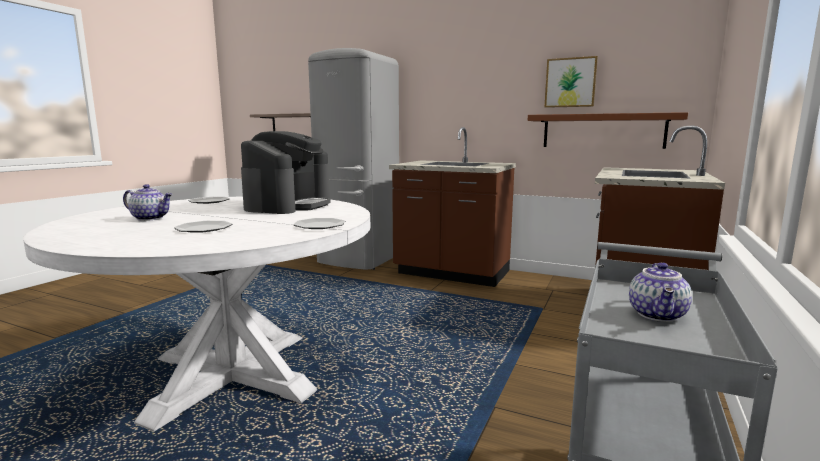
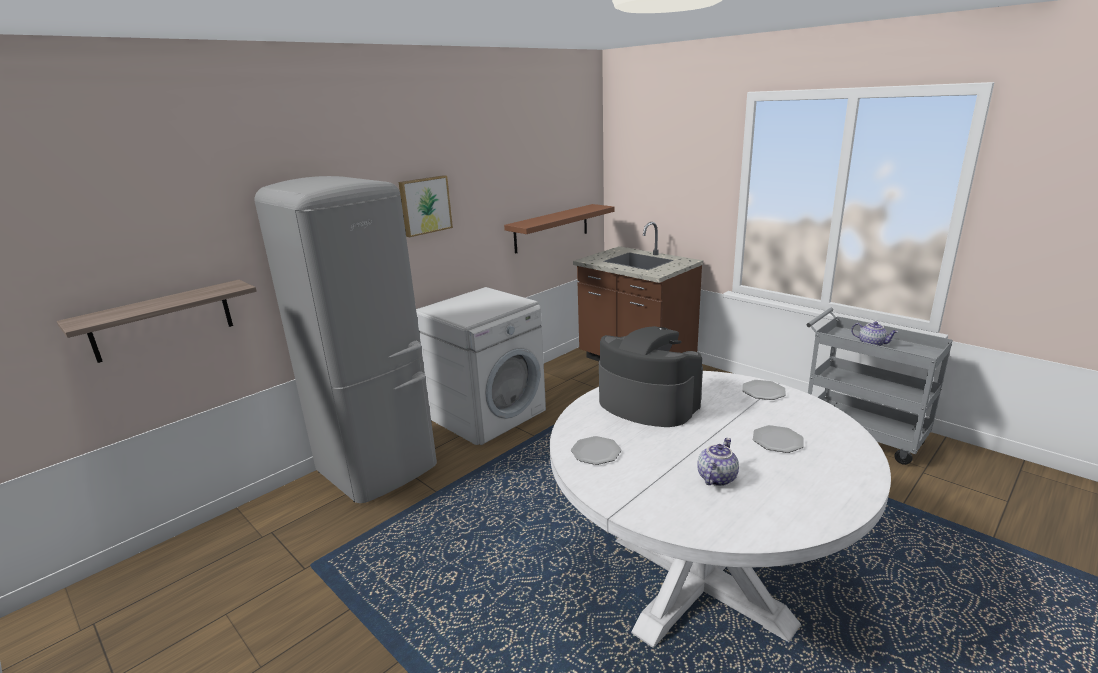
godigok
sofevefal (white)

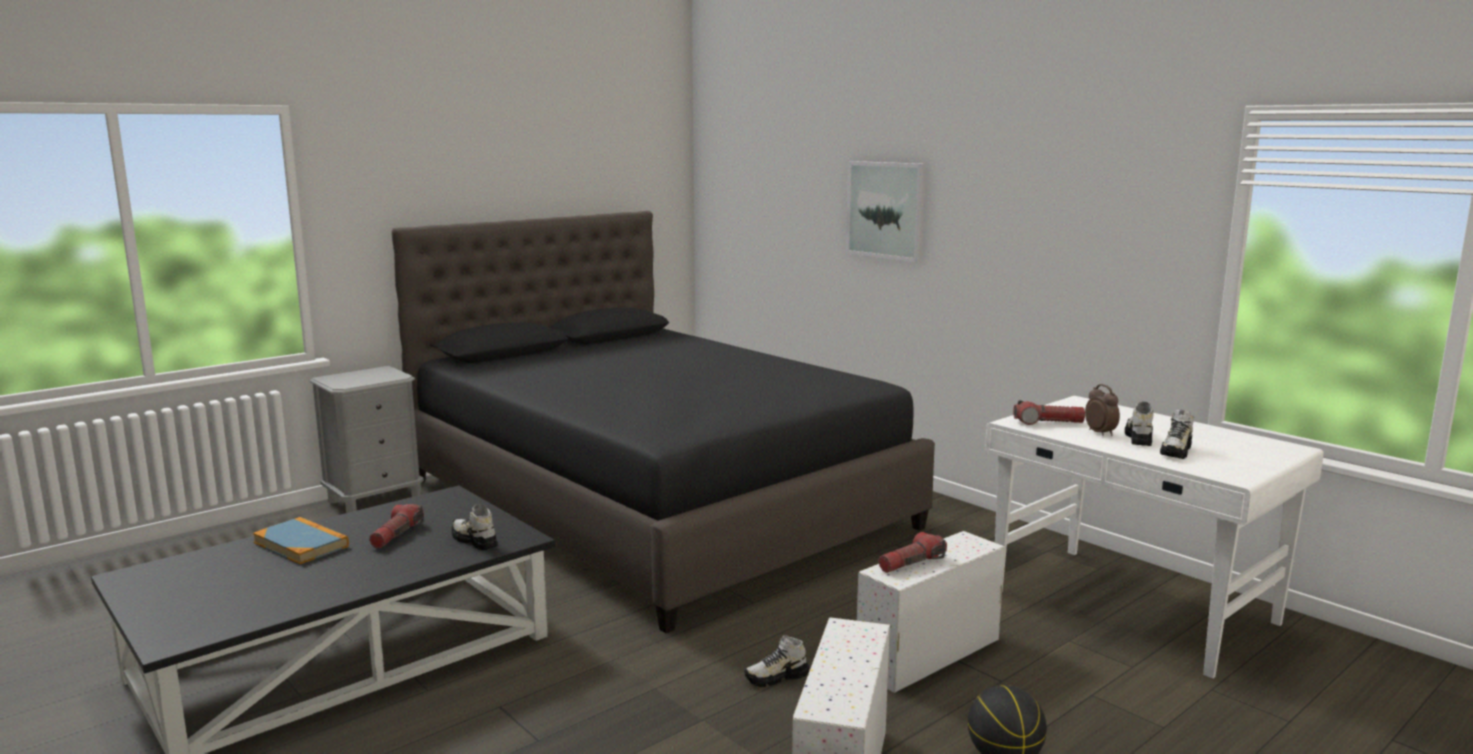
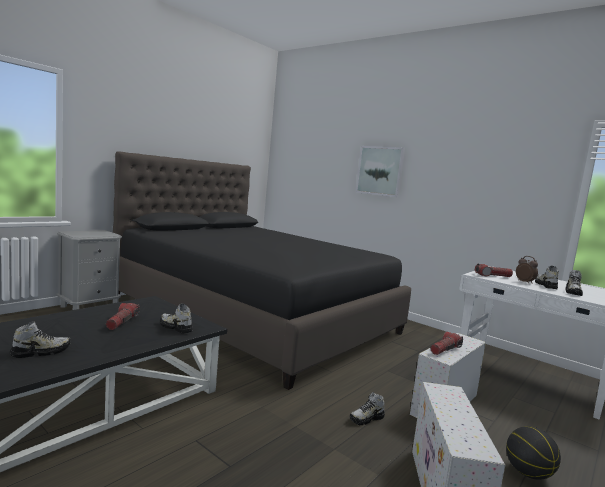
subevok
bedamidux (no. 1 from left)

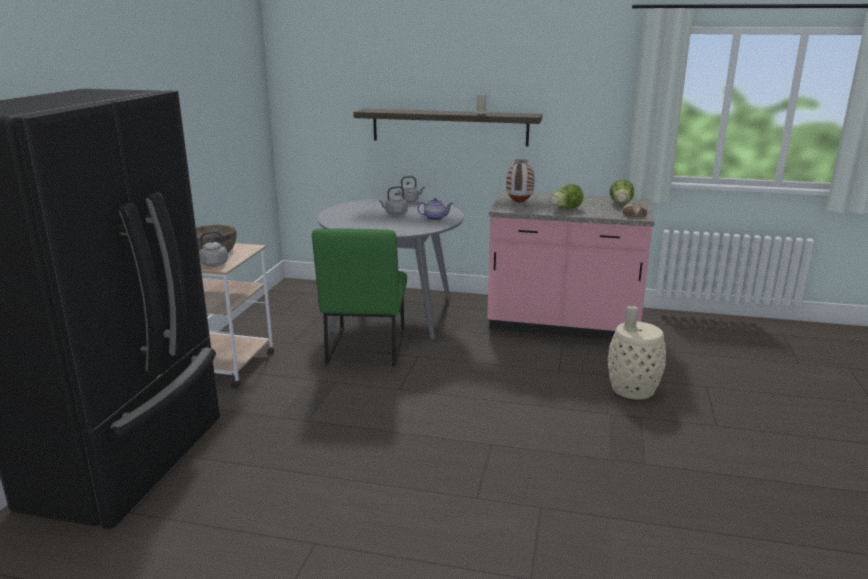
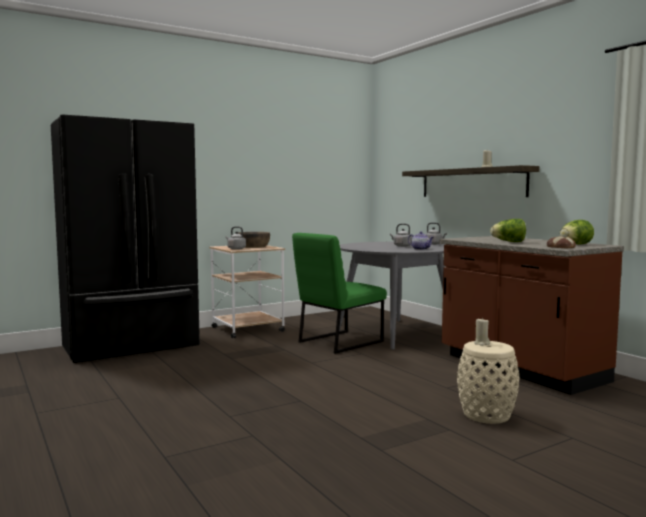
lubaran
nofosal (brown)

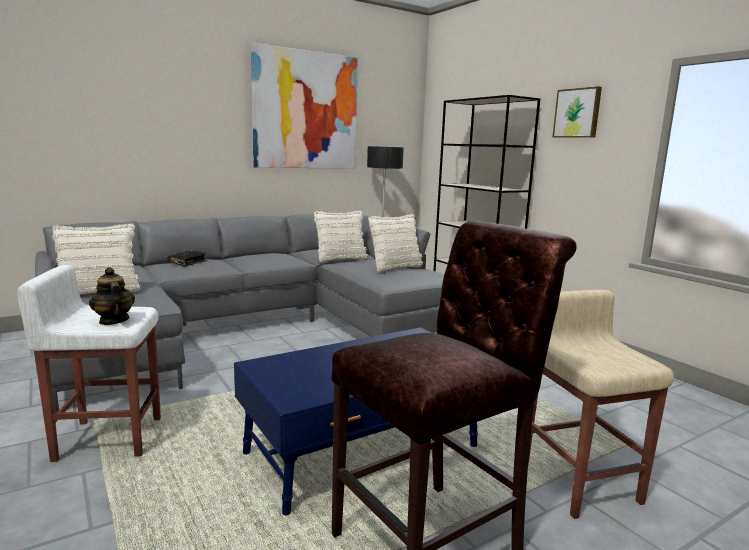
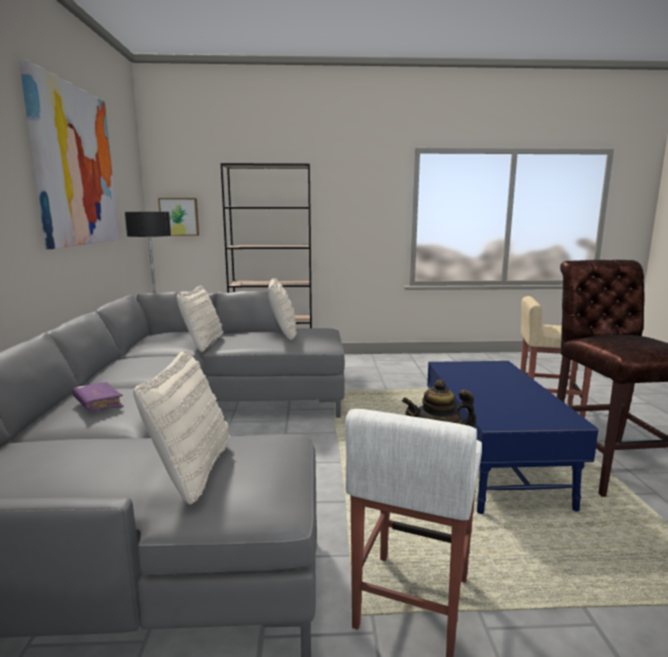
godigok (no. 2 from left)
subevok (purple)

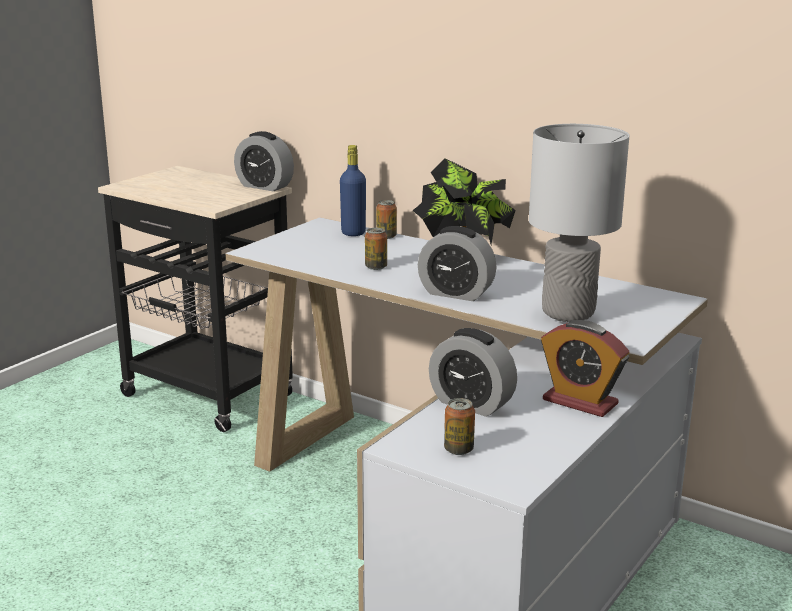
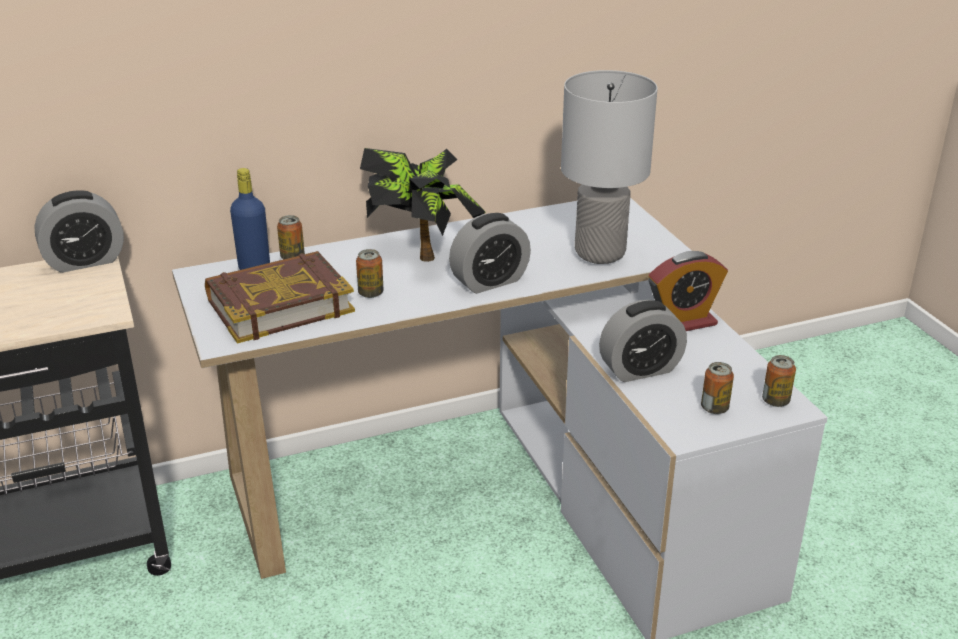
subevok
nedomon (no. 4 from left)

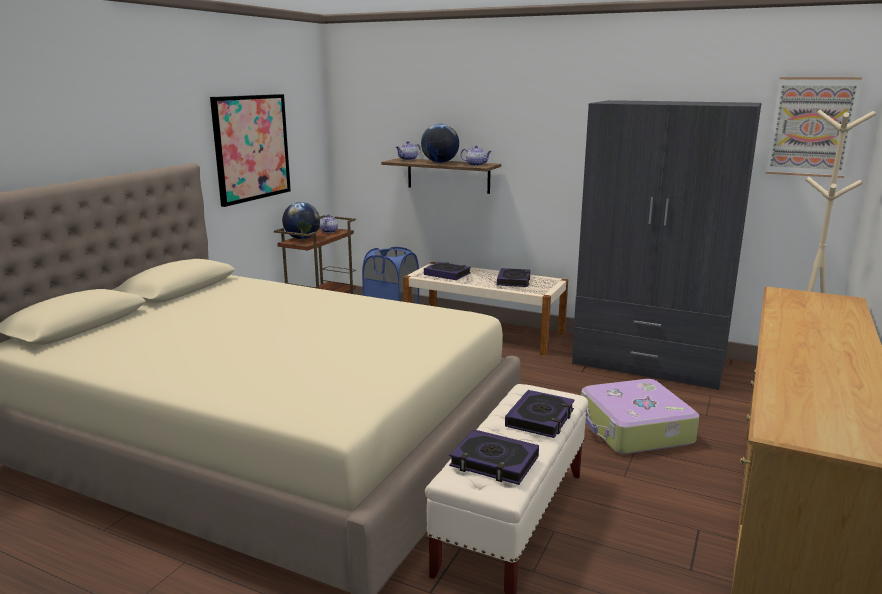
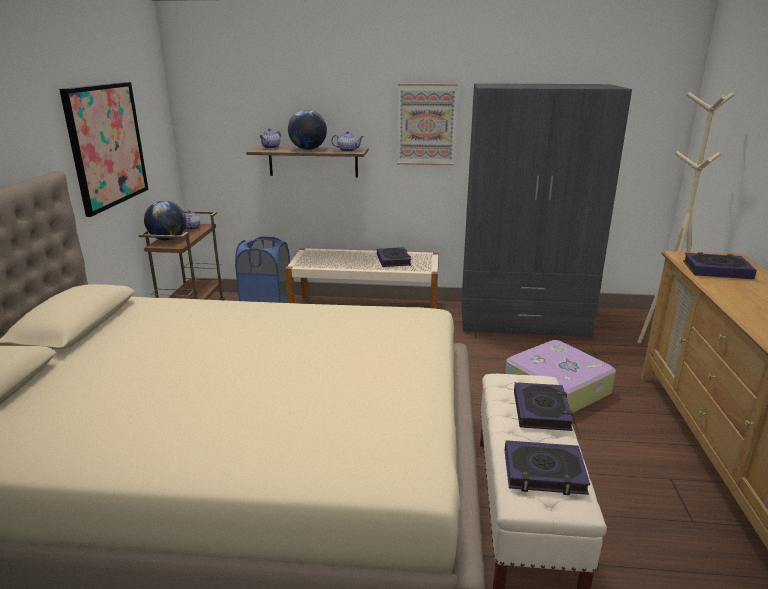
godigok (no. 2 from left)
subevok (no. 4 from left)

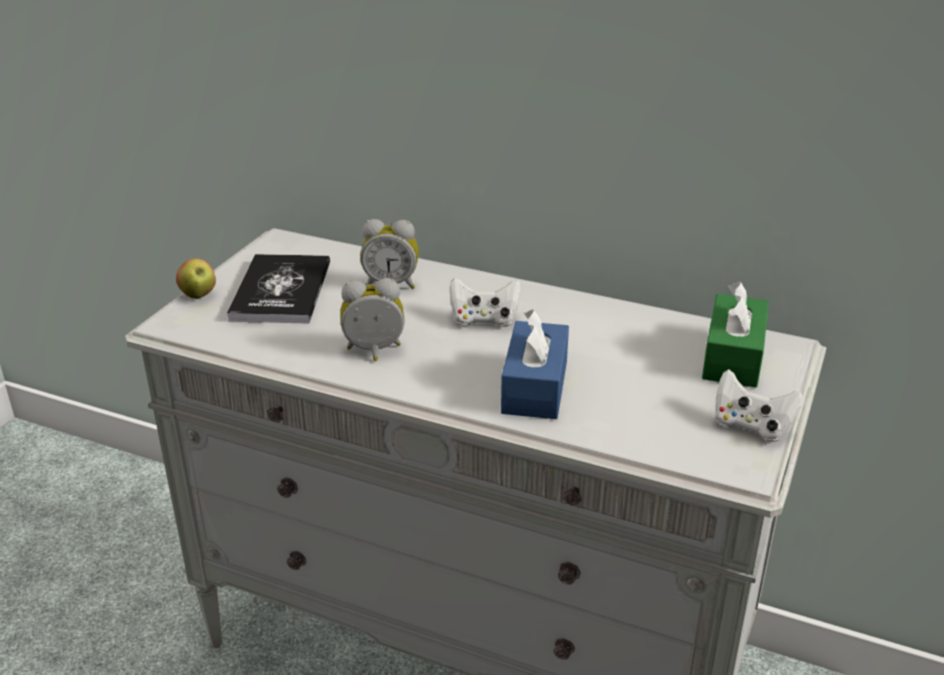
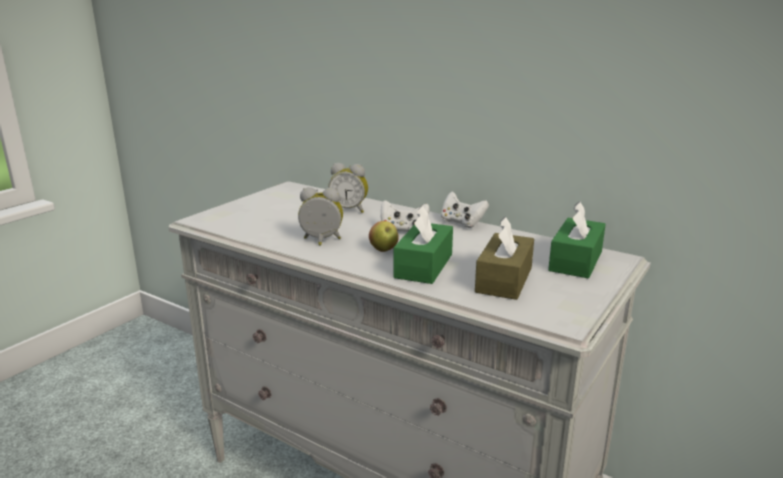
subevok
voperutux
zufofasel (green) (no. 1 from left)
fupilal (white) (no. 2 from left)
zufofasel (brown)

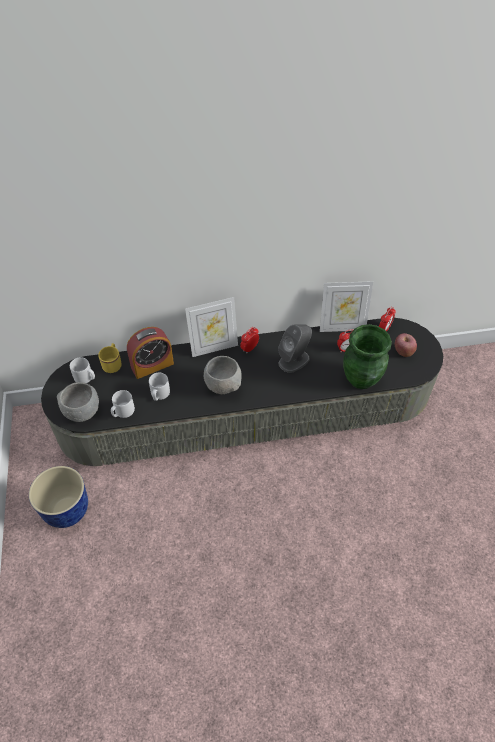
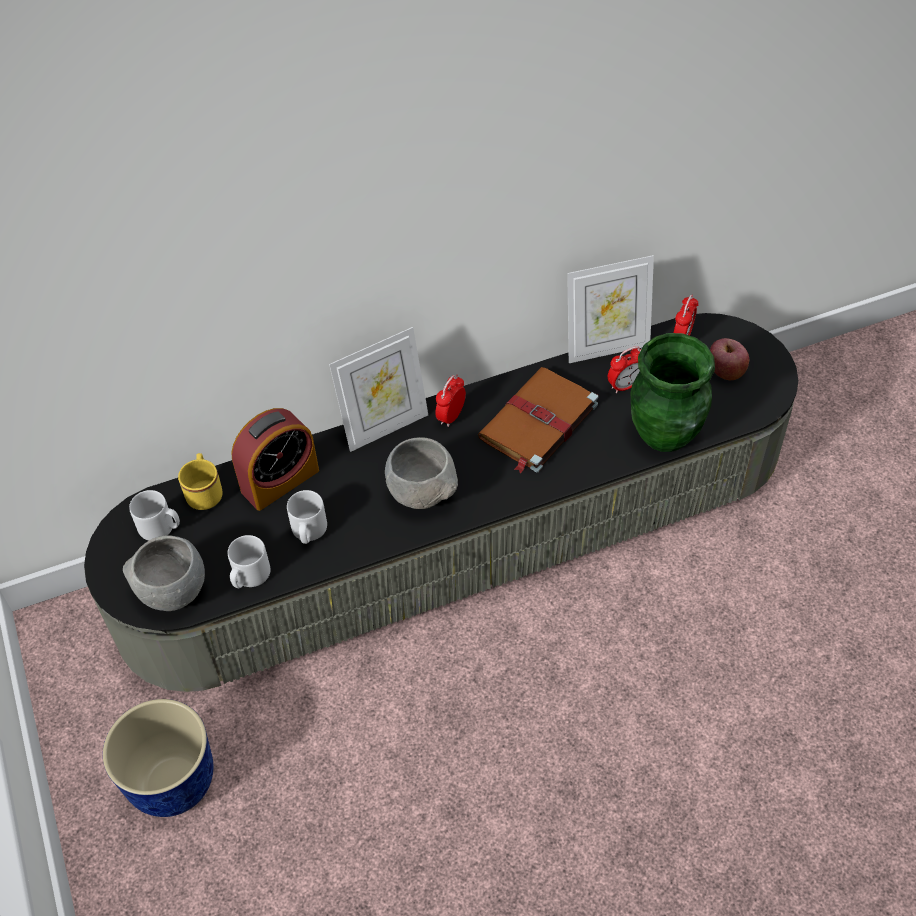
subevok (brown)

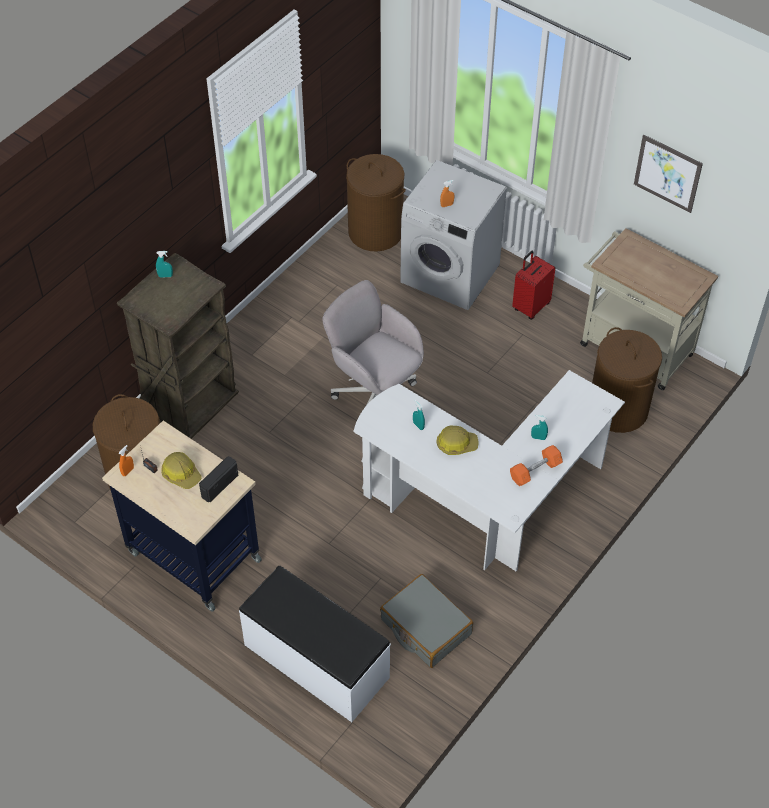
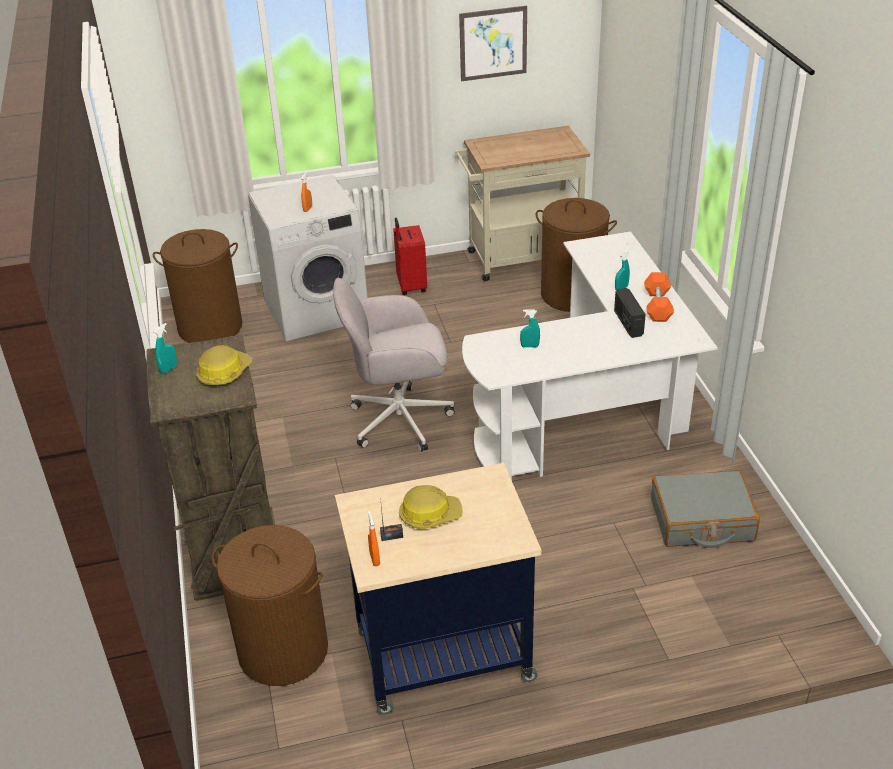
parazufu (no. 1 from left)
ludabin (no. 2 from left)
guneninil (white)

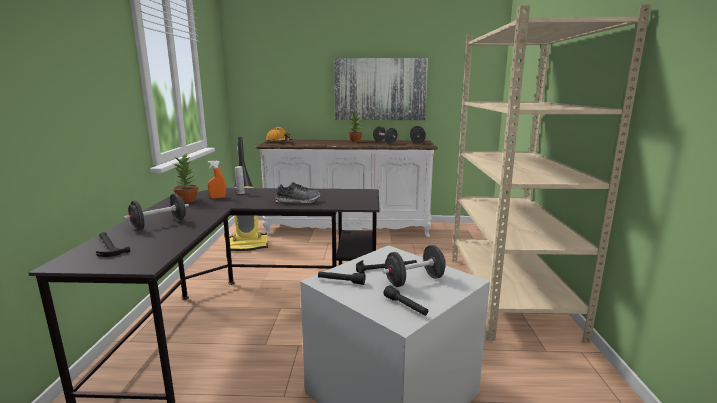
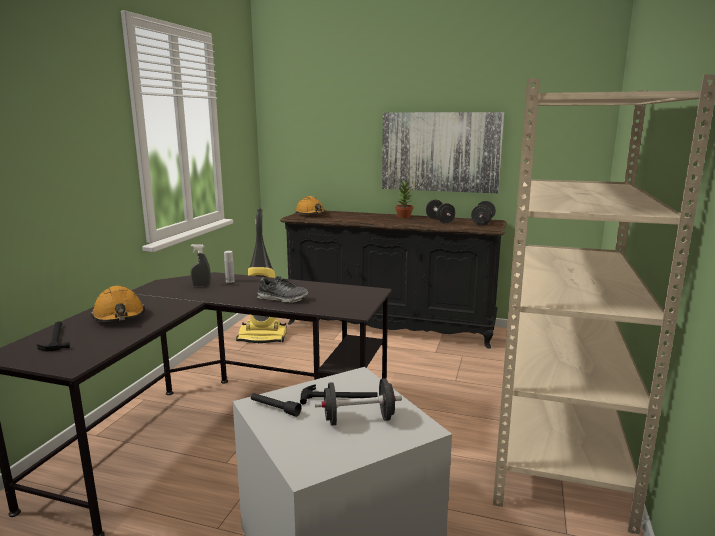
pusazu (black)
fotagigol (no. 1 from left in the first image)
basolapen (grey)
parazufu (orange) (no. 1 from left)
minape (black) (no. 2 from left in the first image)

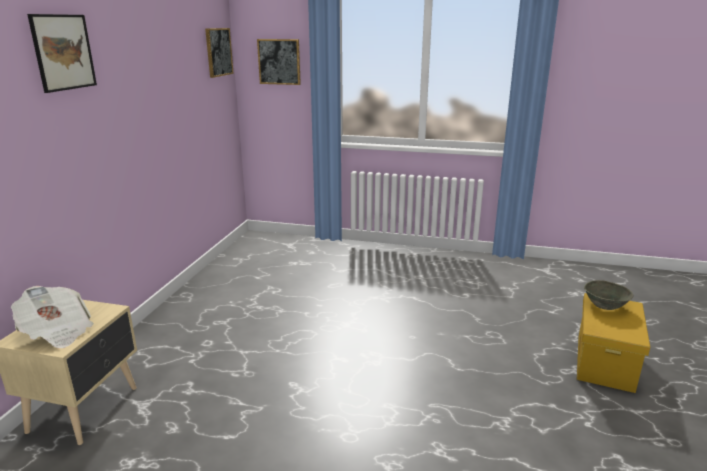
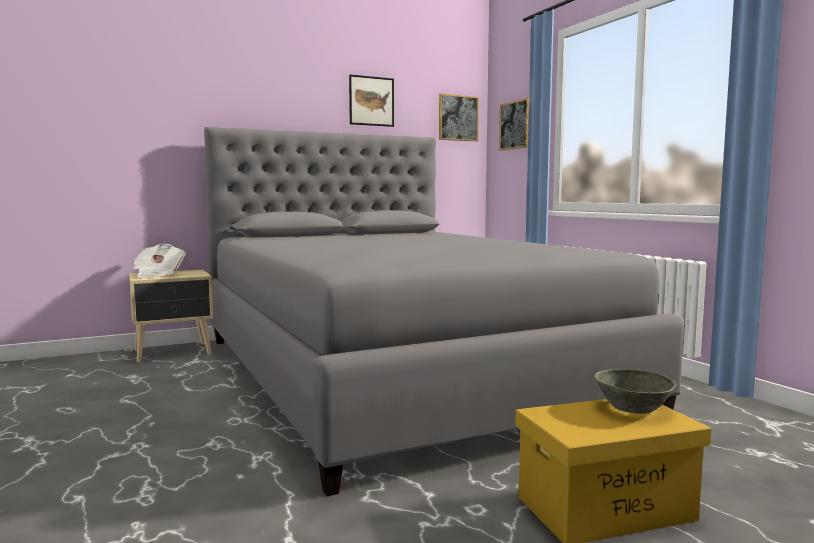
godigok (no. 1 from left)
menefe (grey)

